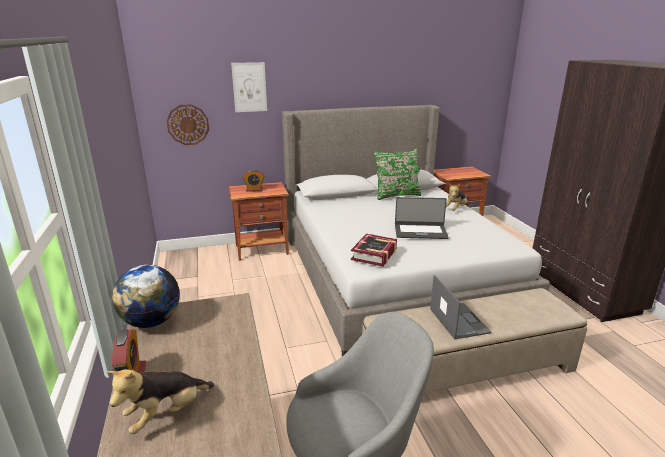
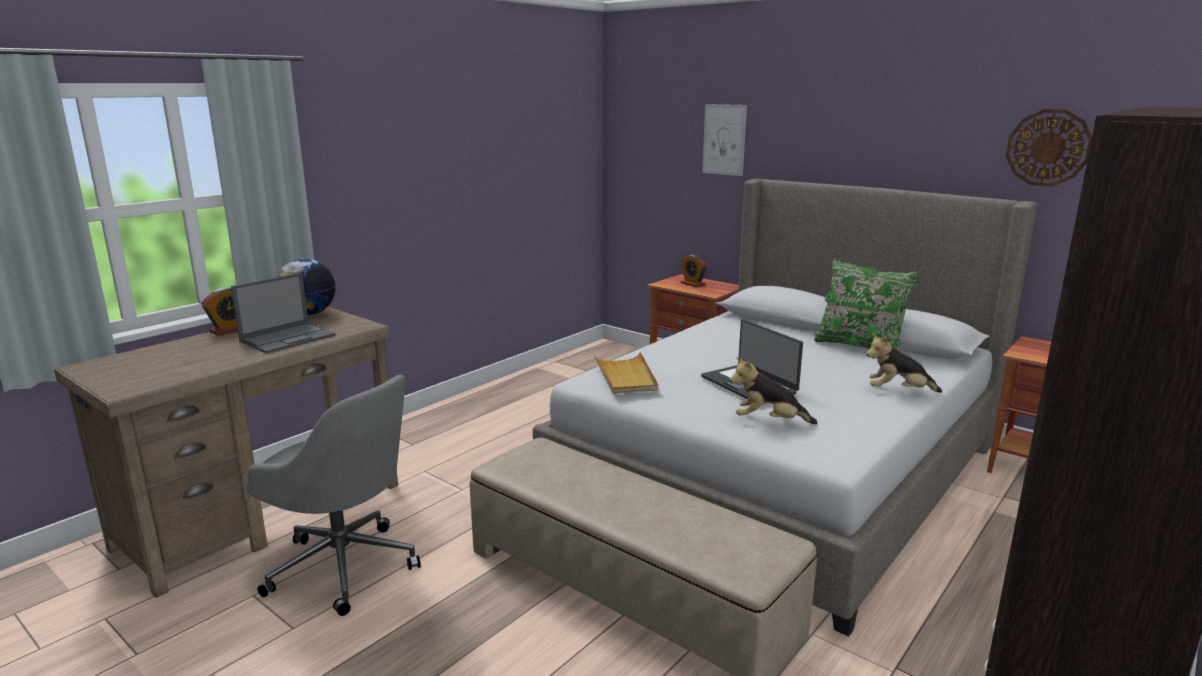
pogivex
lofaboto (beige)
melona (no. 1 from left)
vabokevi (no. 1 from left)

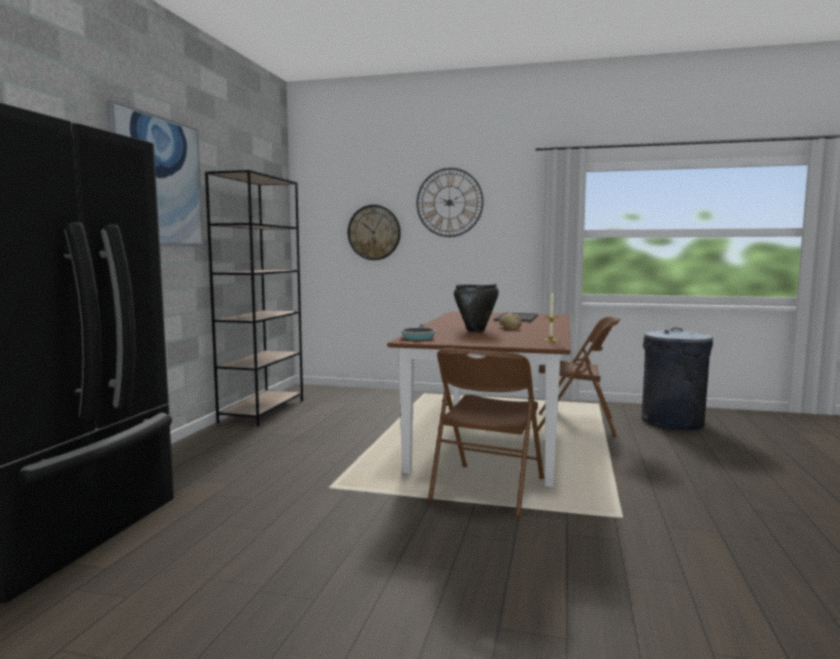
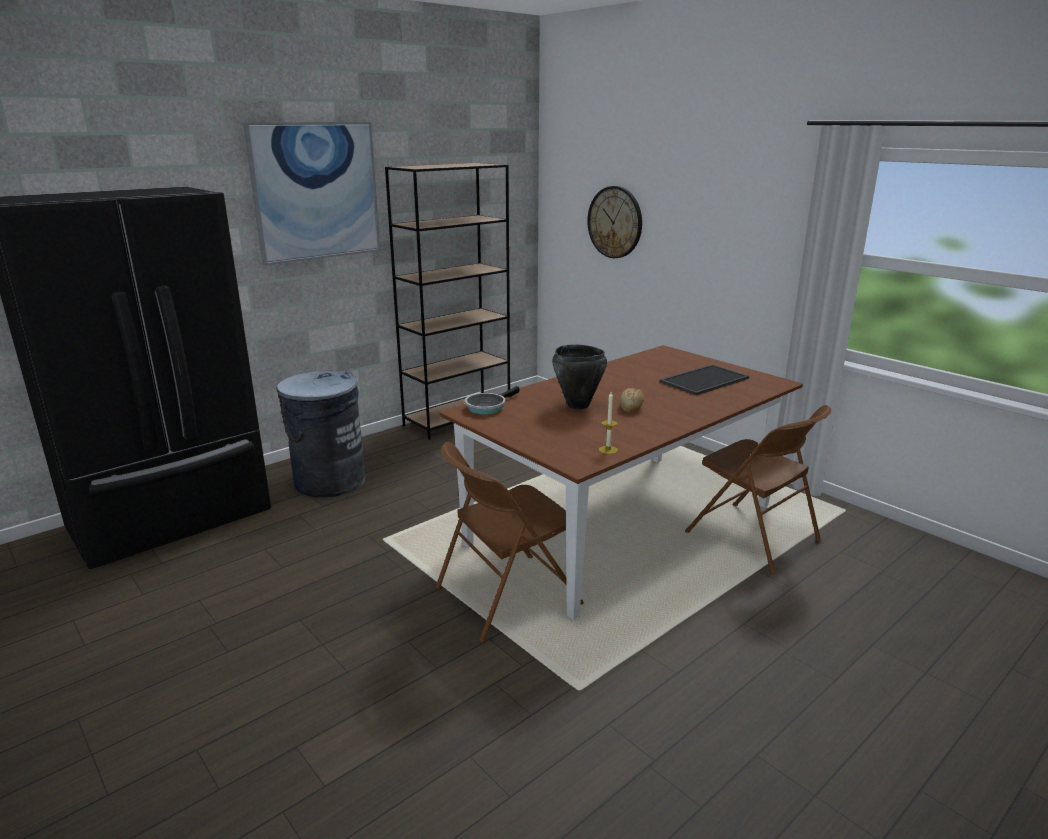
pogivex (no. 2 from left in the first image)
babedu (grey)

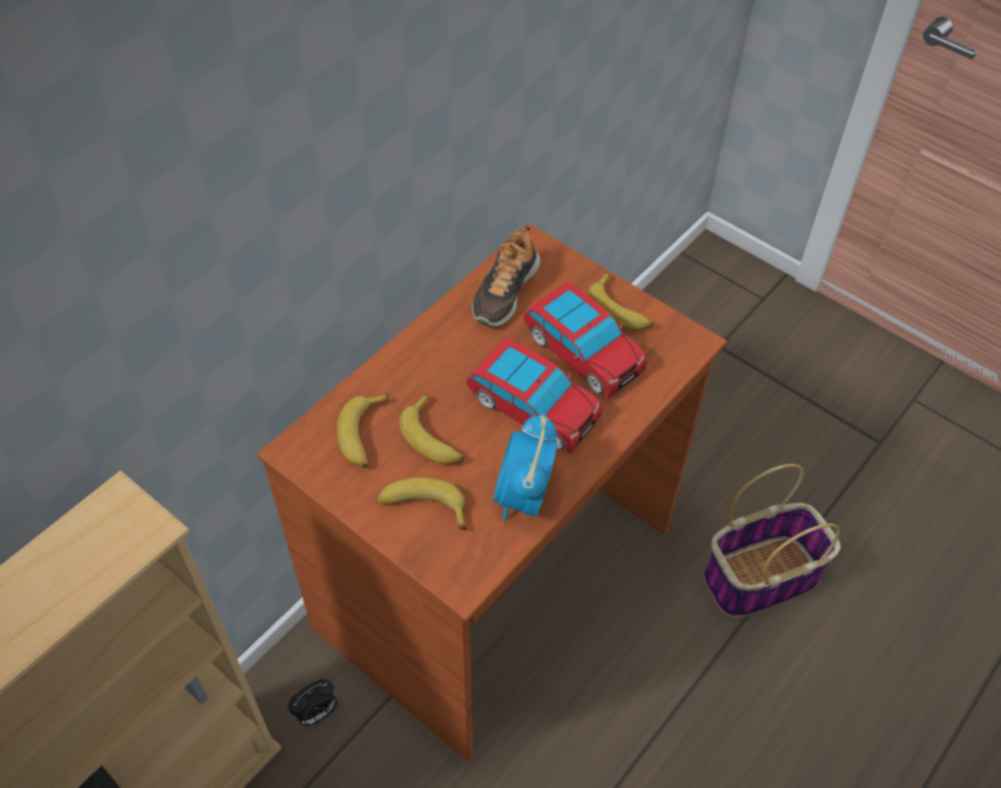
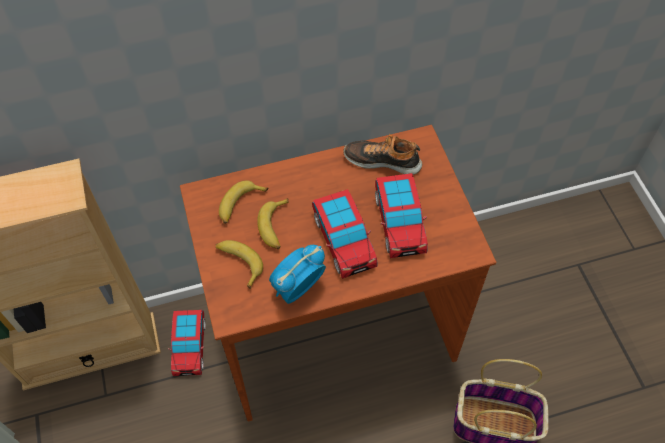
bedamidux
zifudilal (no. 4 from left in the first image)
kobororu (no. 1 from left)

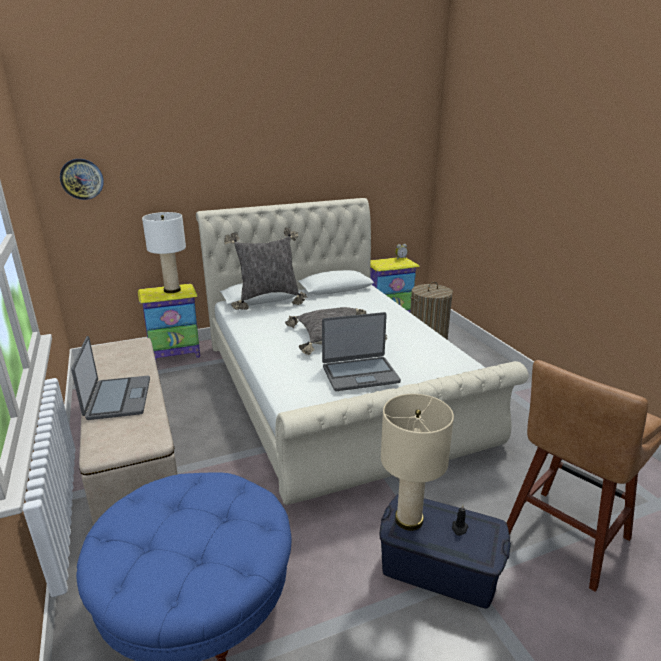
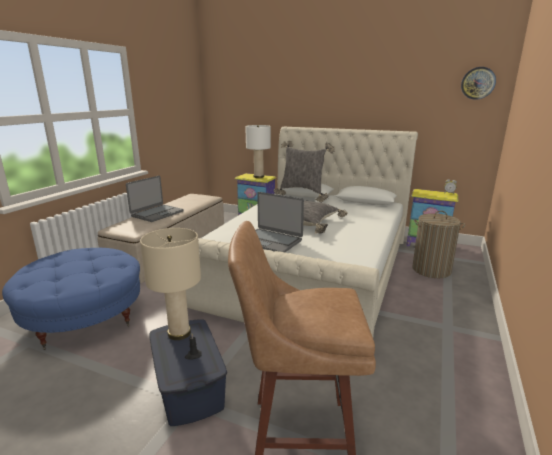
pogivex

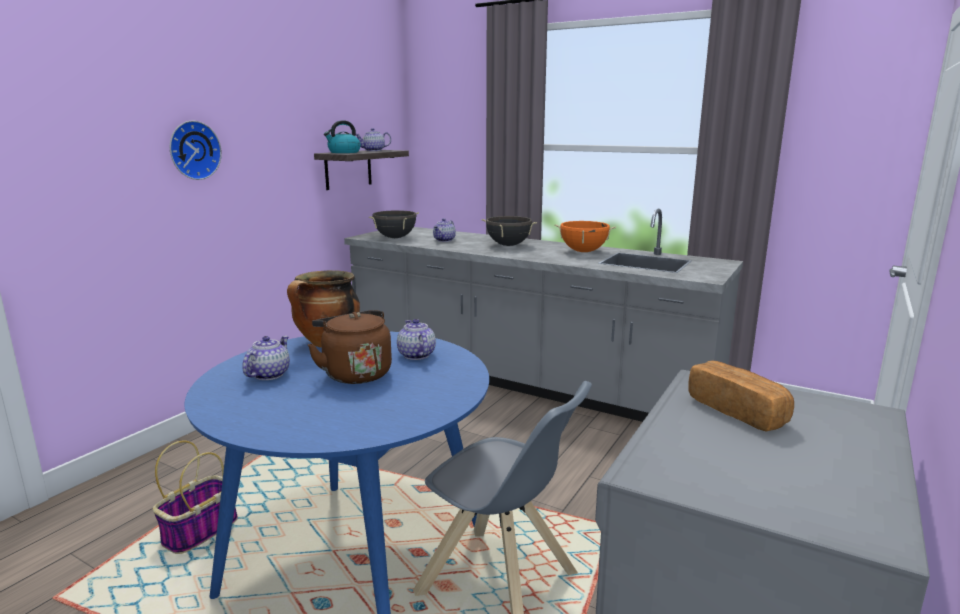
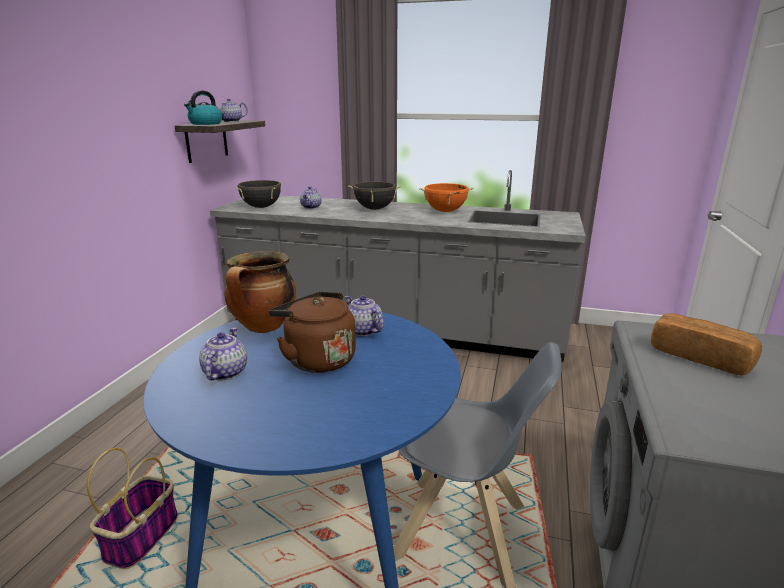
pogivex

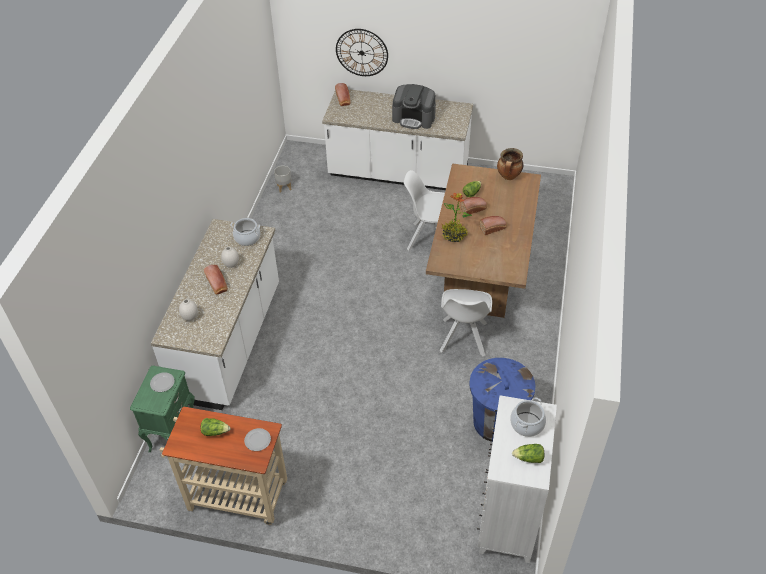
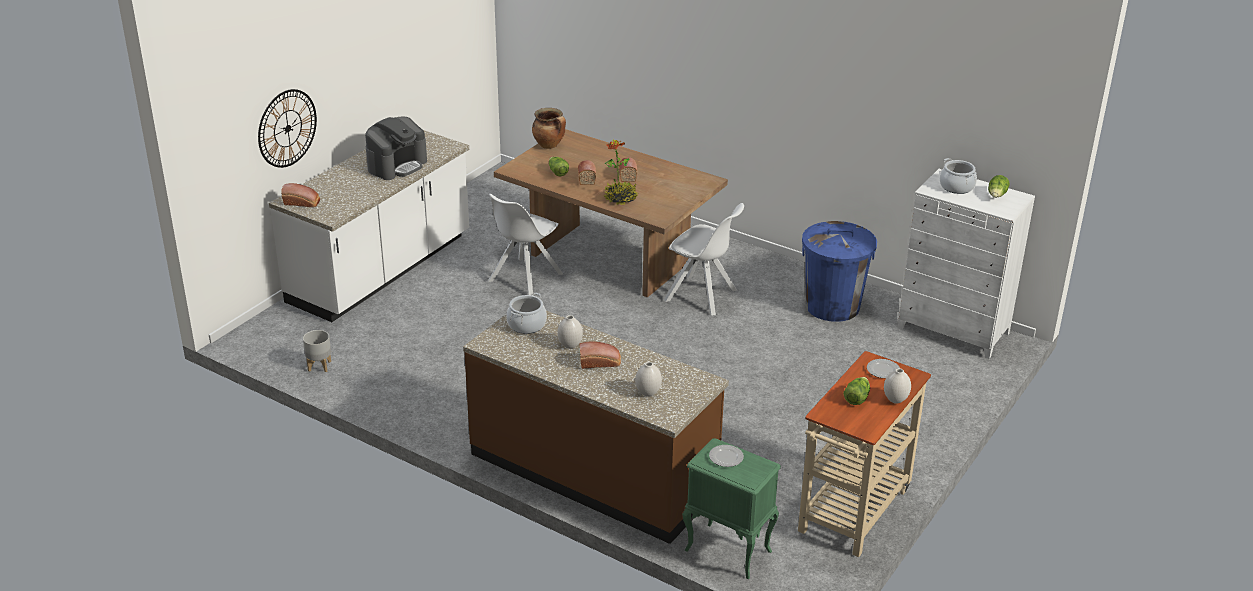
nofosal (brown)
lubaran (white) (no. 3 from left)

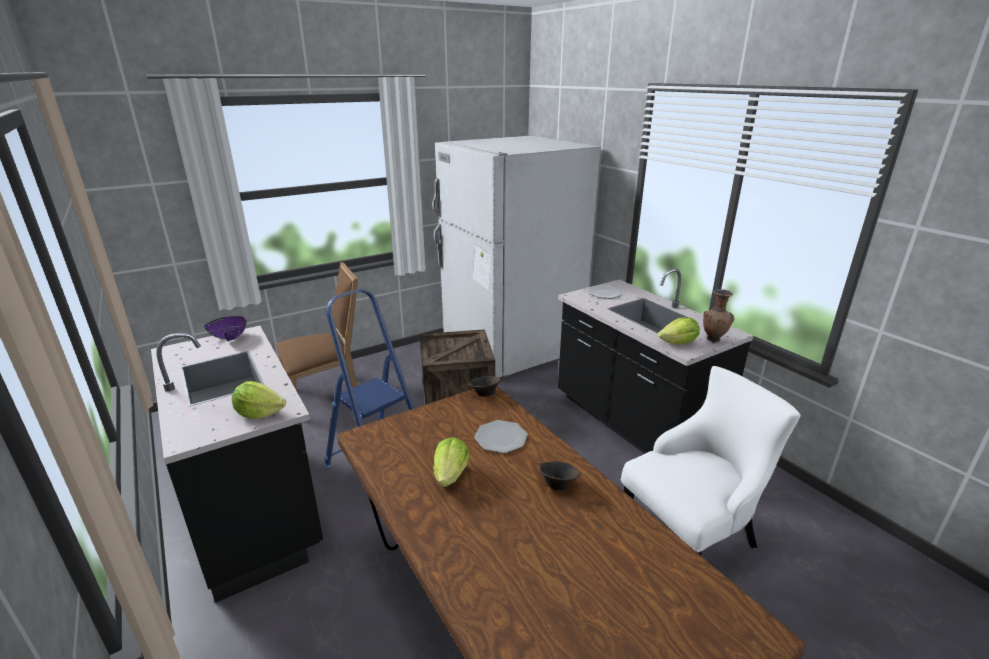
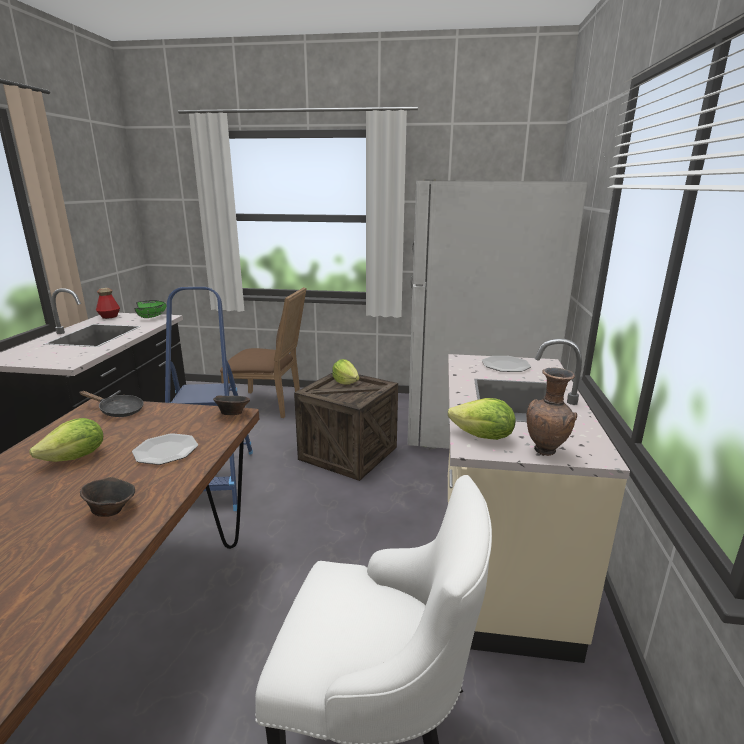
nofosal (beige)
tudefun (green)
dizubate (no. 2 from left)
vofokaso
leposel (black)

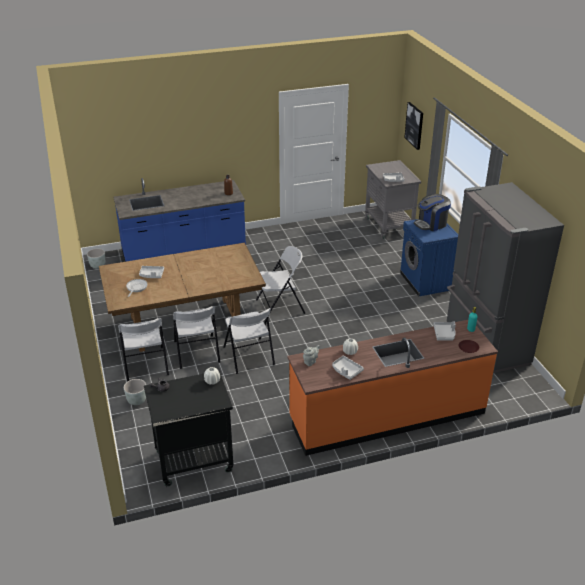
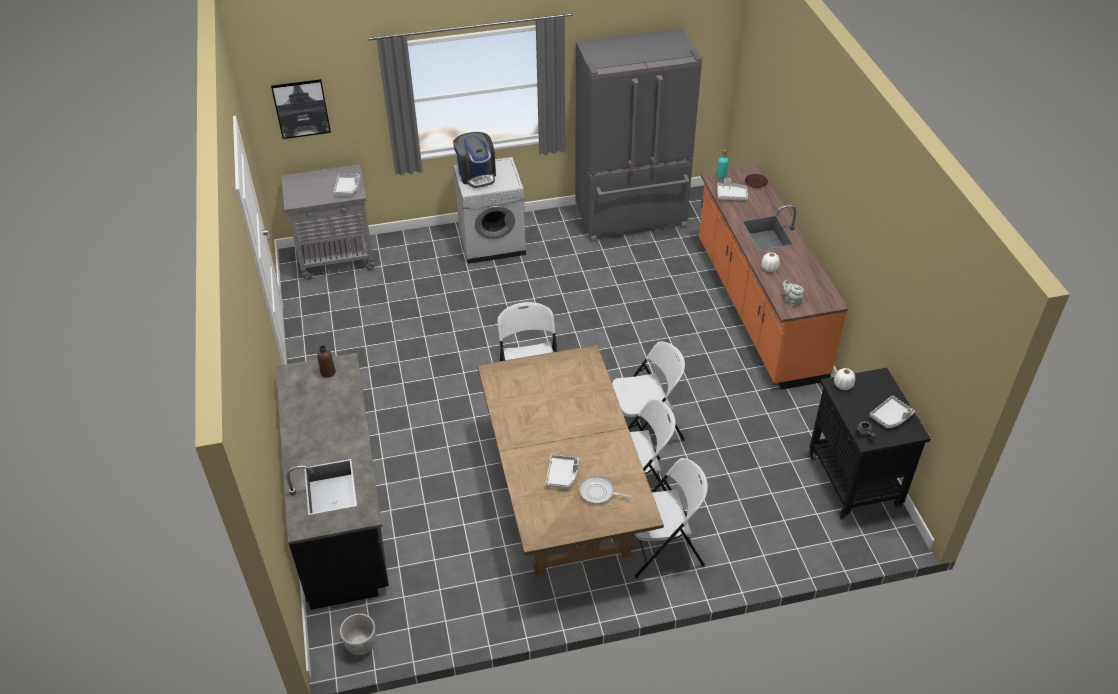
nofosal (black)
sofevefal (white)
lofaboto (grey) (no. 4 from left)
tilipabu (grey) (no. 2 from left in the first image)

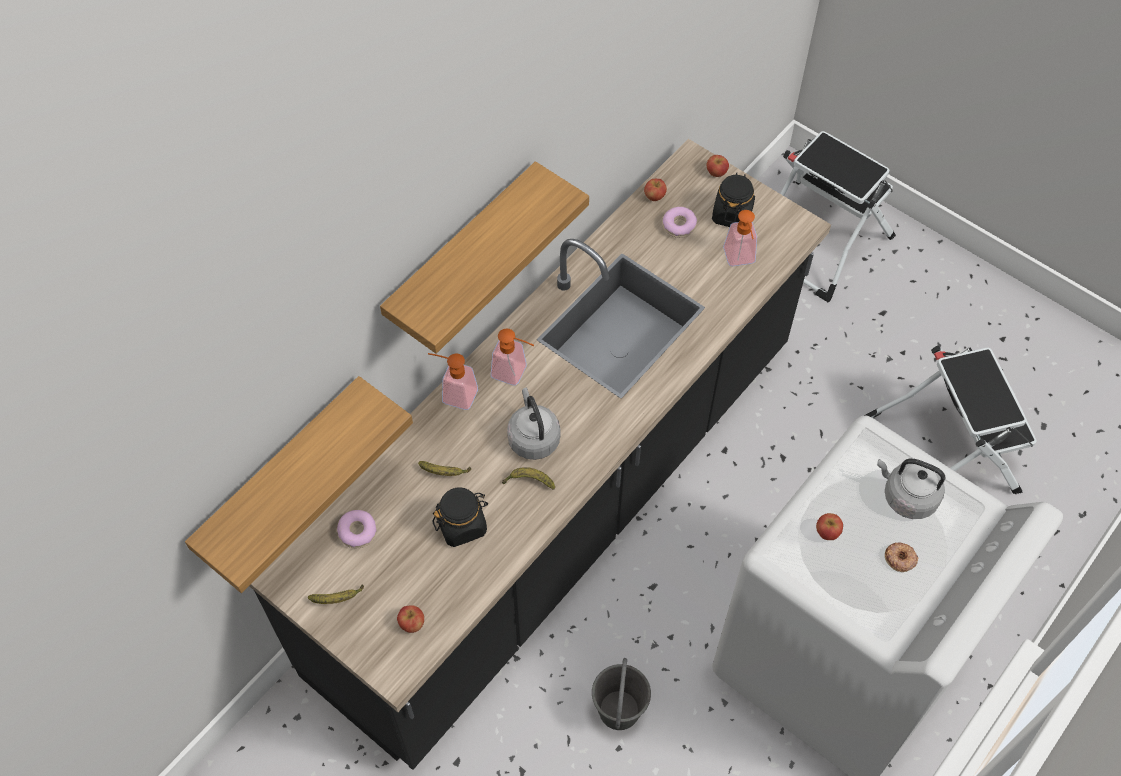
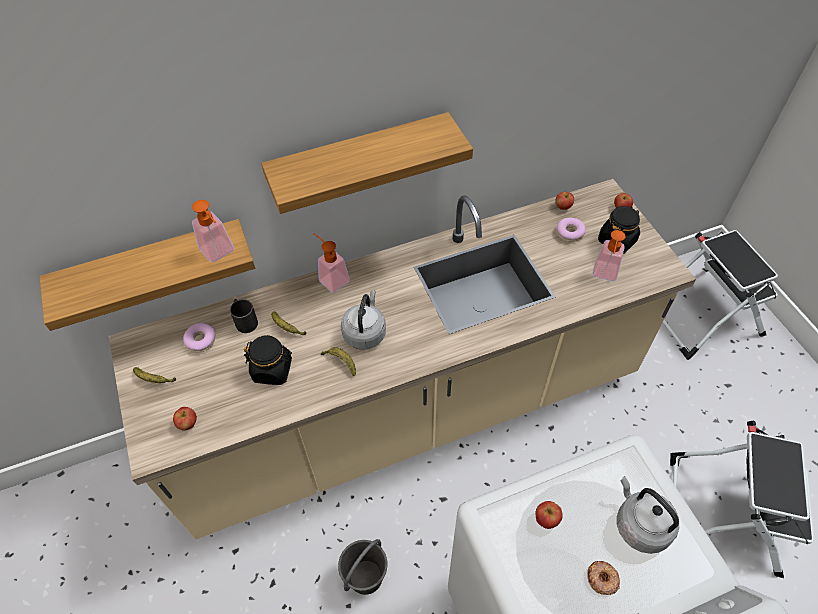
nofosal (beige)
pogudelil (no. 1 from left)
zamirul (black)

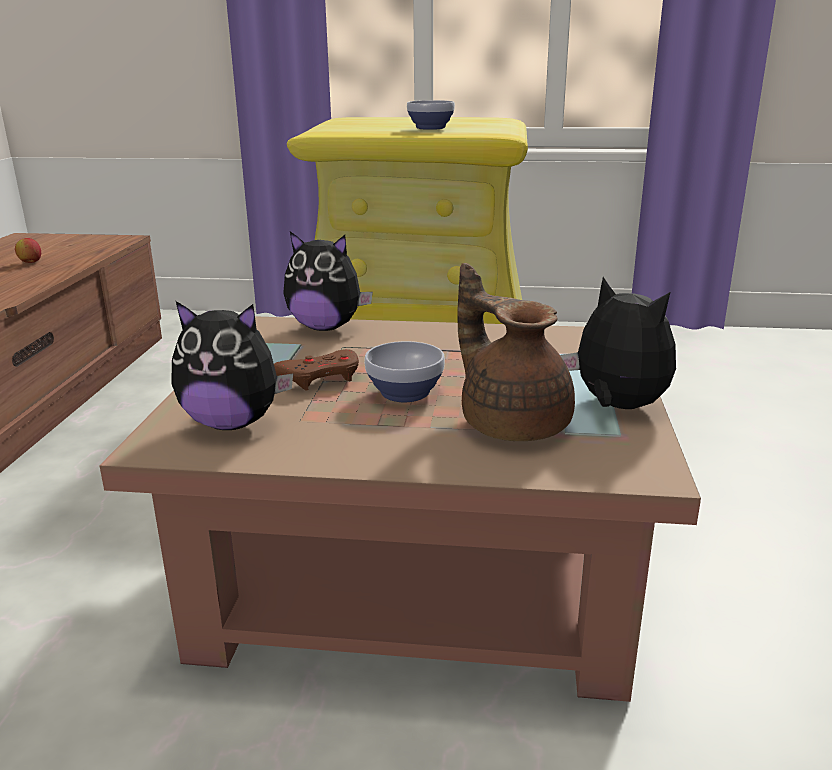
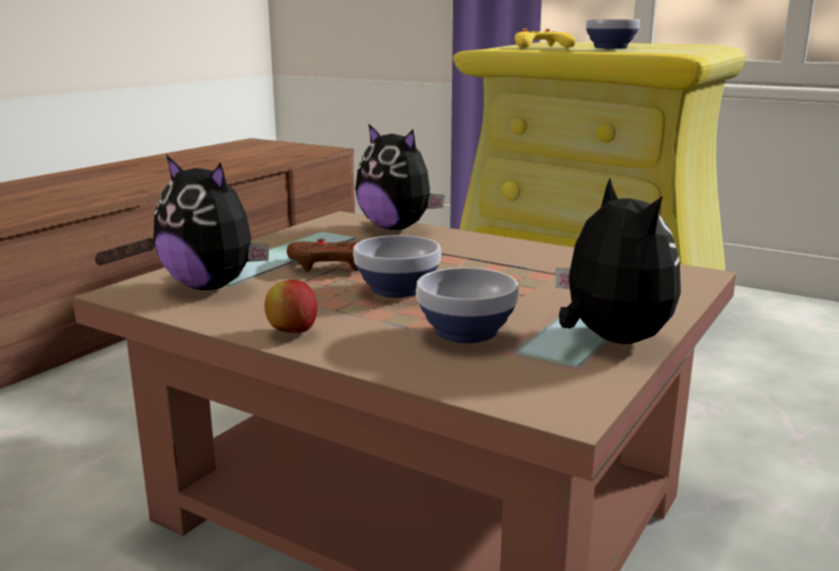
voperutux
tudefun (no. 2 from left)
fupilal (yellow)

